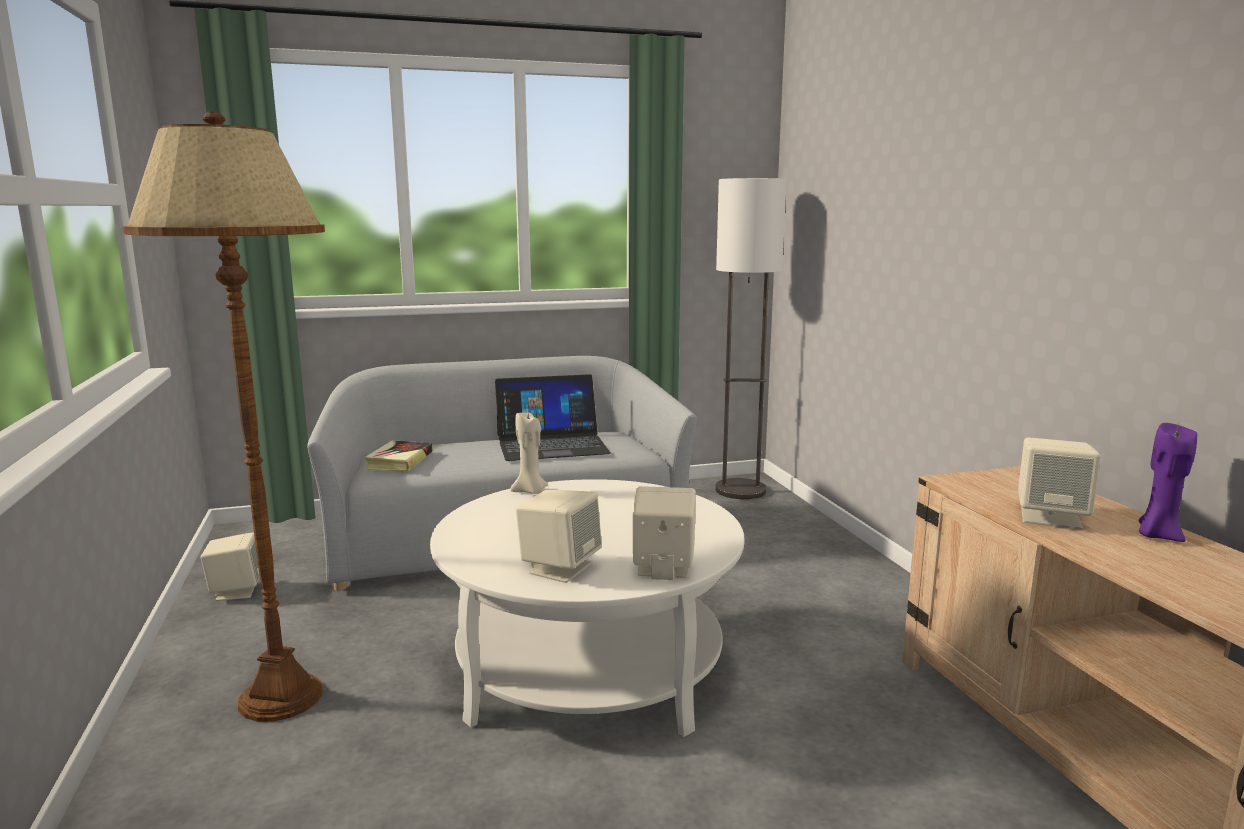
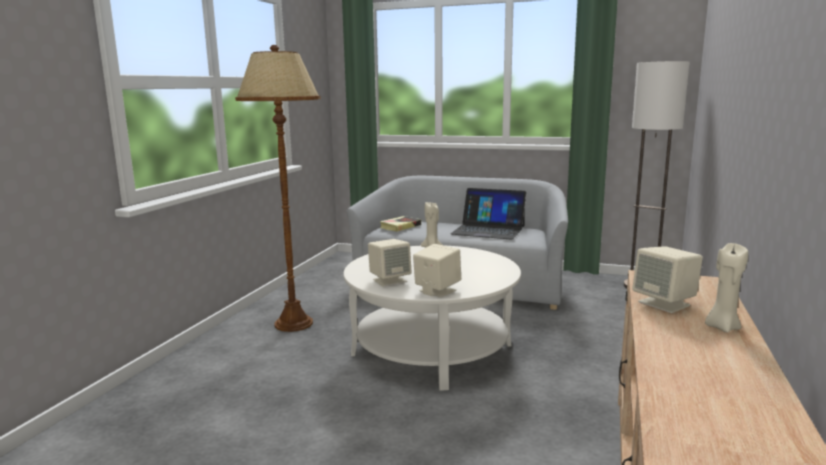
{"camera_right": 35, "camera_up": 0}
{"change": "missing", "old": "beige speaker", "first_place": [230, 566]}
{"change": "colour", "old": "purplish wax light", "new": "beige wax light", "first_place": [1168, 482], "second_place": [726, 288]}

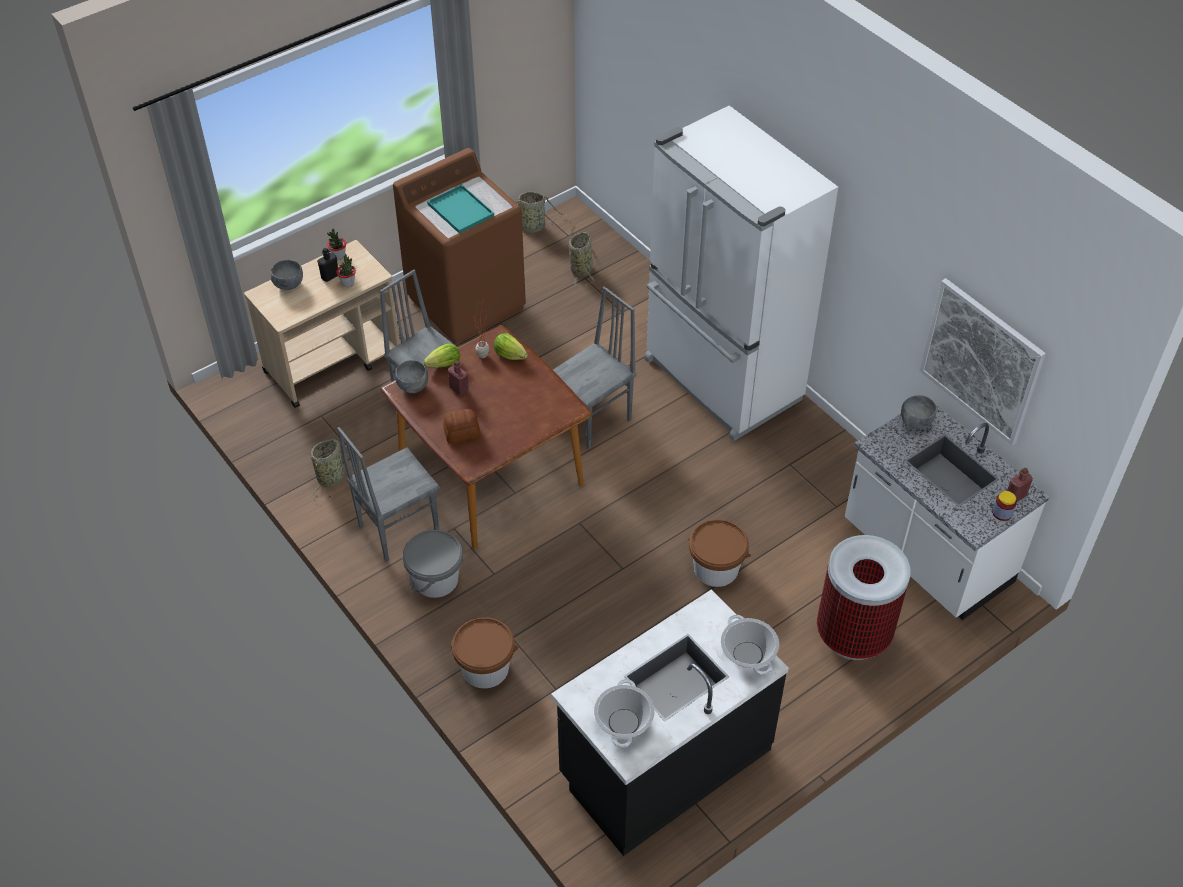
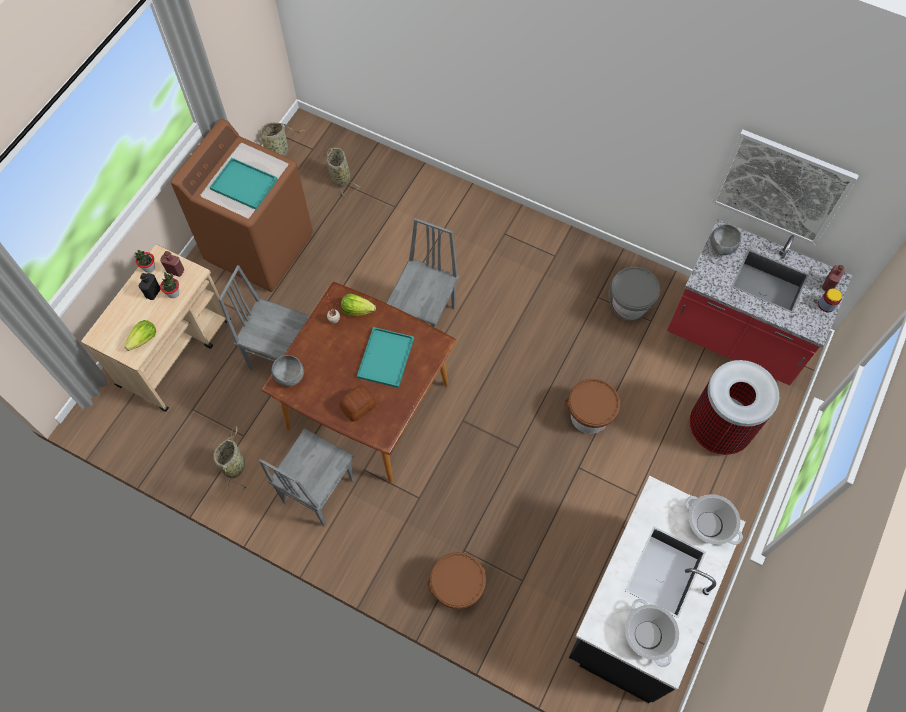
{"camera_right": -25, "camera_up": 15}
{"change": "missing", "old": "gray bowl", "first_place": [286, 275]}
{"change": "missing", "old": "white-coloured refrigerator", "first_place": [741, 274]}
{"change": "appeared", "new": "turquoise-coloured tray", "second_place": [385, 357]}
{"change": "relocated", "old": "gray water bucket", "first_place": [433, 564], "second_place": [634, 294]}
{"change": "relocated", "old": "head of lettuce", "first_place": [441, 356], "second_place": [140, 335]}
{"change": "relocated", "old": "red-coloured beverage bottle", "first_place": [458, 377], "second_place": [172, 264]}
{"change": "colour", "old": "white-coloured kitchen counter", "new": "red-coloured kitchen counter", "first_place": [947, 512], "second_place": [759, 302]}

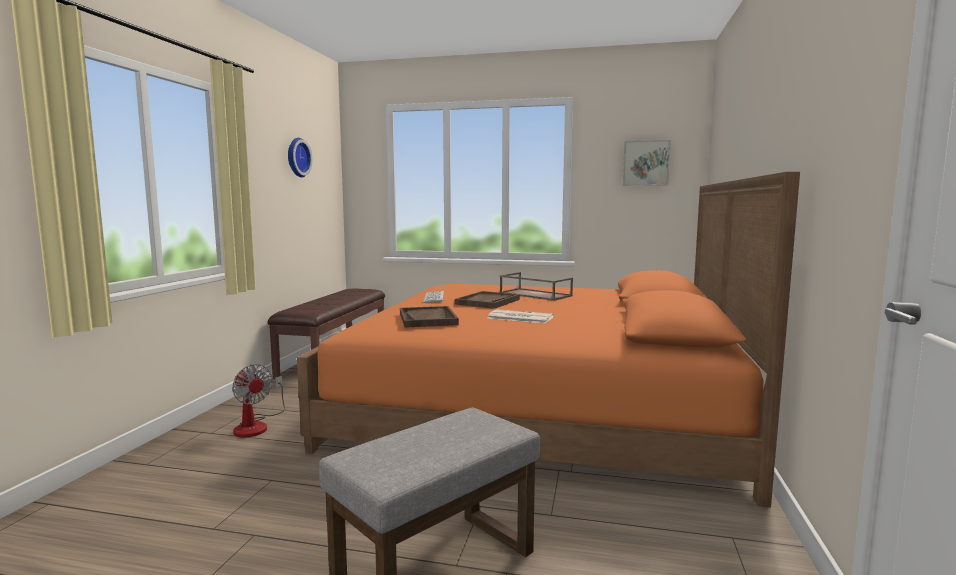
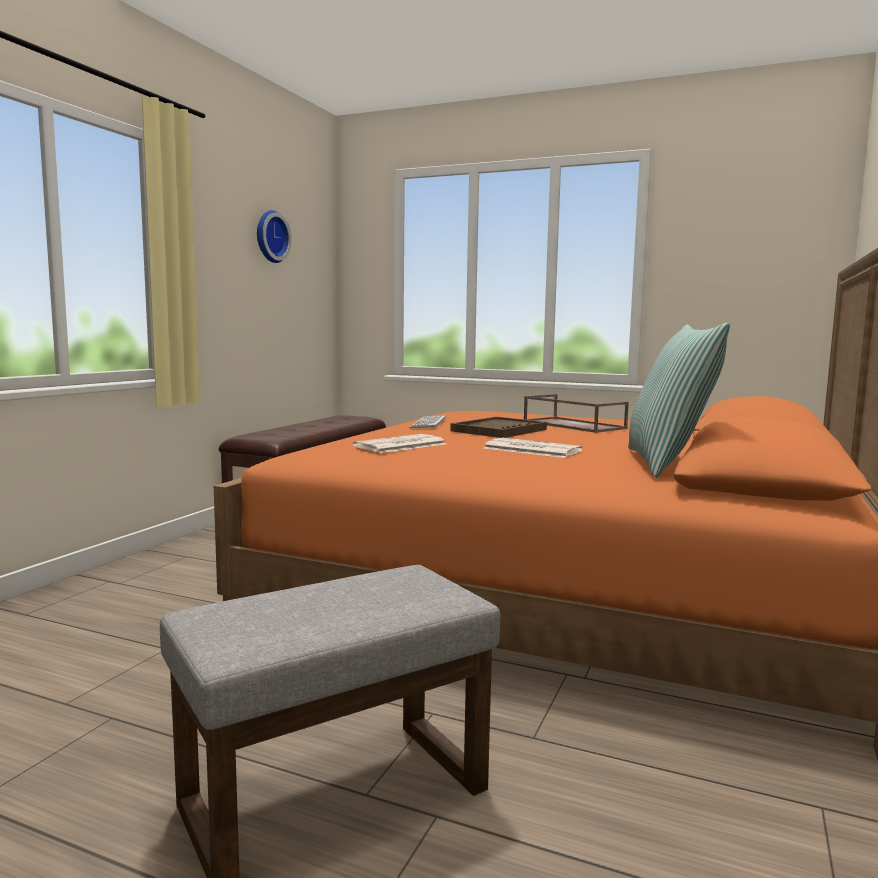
{"camera_right": 10, "camera_up": 0}
{"change": "missing", "old": "fan", "first_place": [258, 400]}
{"change": "missing", "old": "wall picture", "first_place": [647, 163]}
{"change": "appeared", "new": "throw pillow", "second_place": [679, 400]}
{"change": "exchanged", "old": "brown-coloured tray", "new": "printed paper", "first_place": [429, 317], "second_place": [399, 443]}

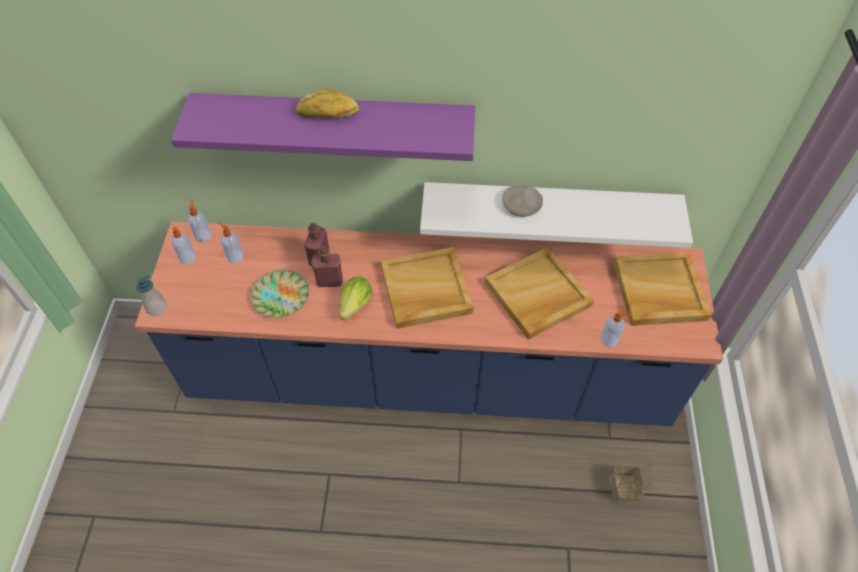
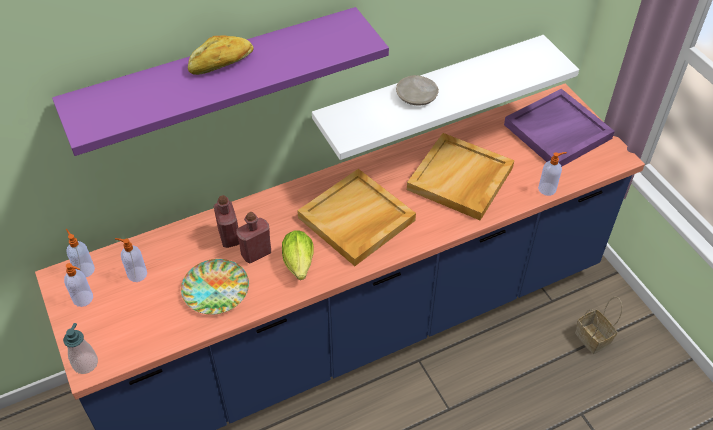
{"camera_right": -30, "camera_up": -5}
{"change": "colour", "old": "beige tray", "new": "purplish tray", "first_place": [663, 289], "second_place": [559, 128]}

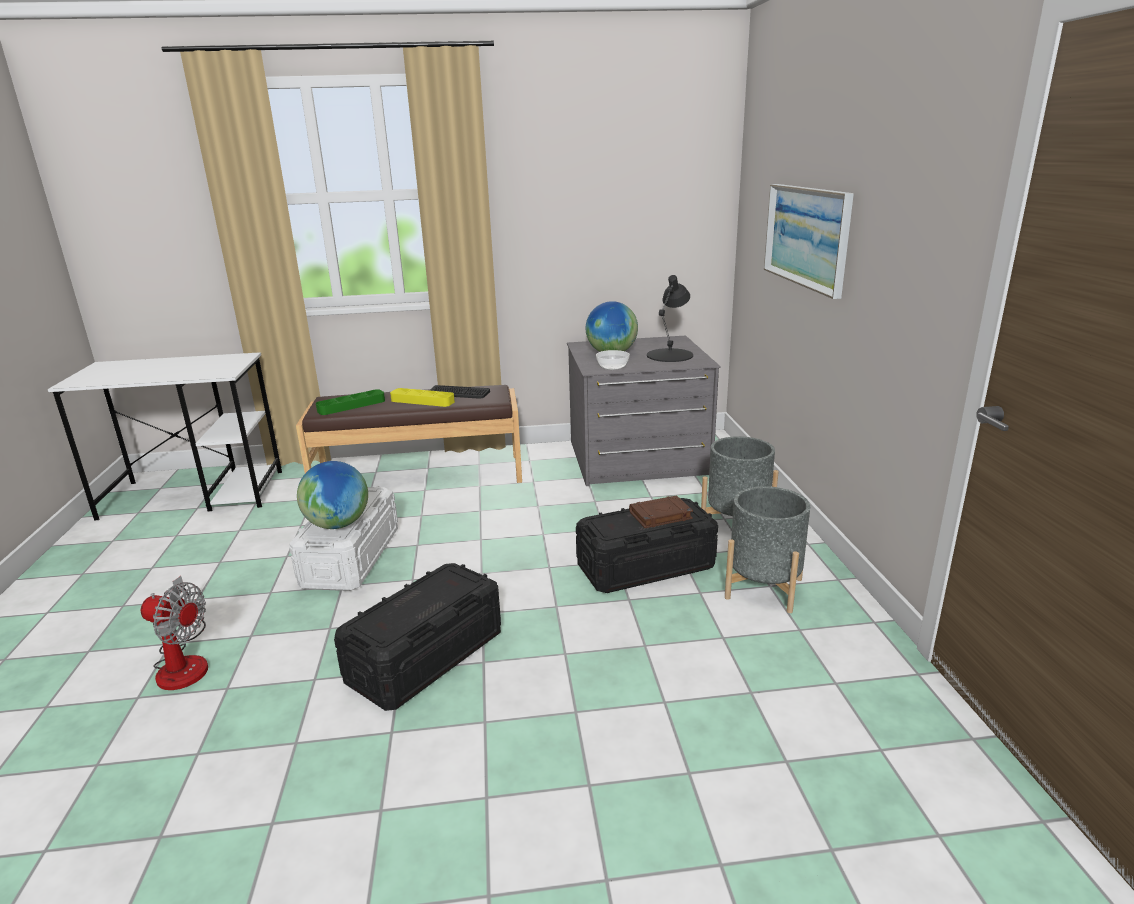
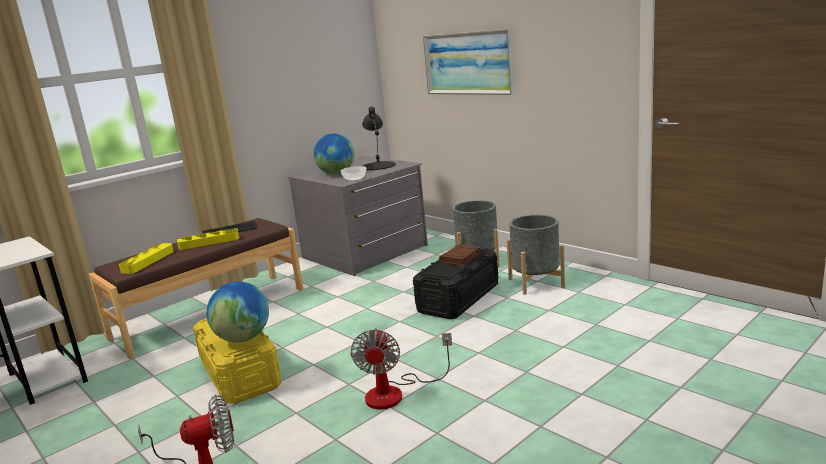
{"camera_right": -35, "camera_up": -5}
{"change": "exchanged", "old": "blackish storage bin", "new": "fan", "first_place": [417, 637], "second_place": [401, 369]}
{"change": "colour", "old": "white-coloured storage bin", "new": "yellowish storage bin", "first_place": [343, 538], "second_place": [237, 361]}
{"change": "colour", "old": "green tray", "new": "yellowish tray", "first_place": [350, 402], "second_place": [146, 258]}

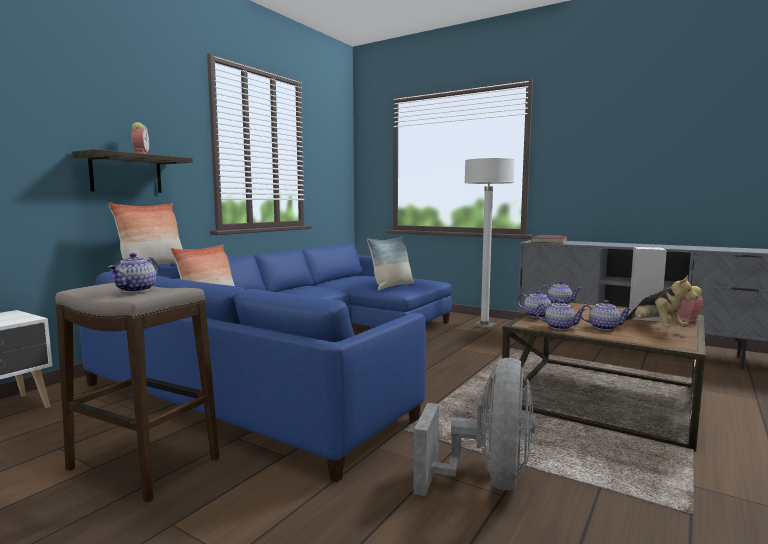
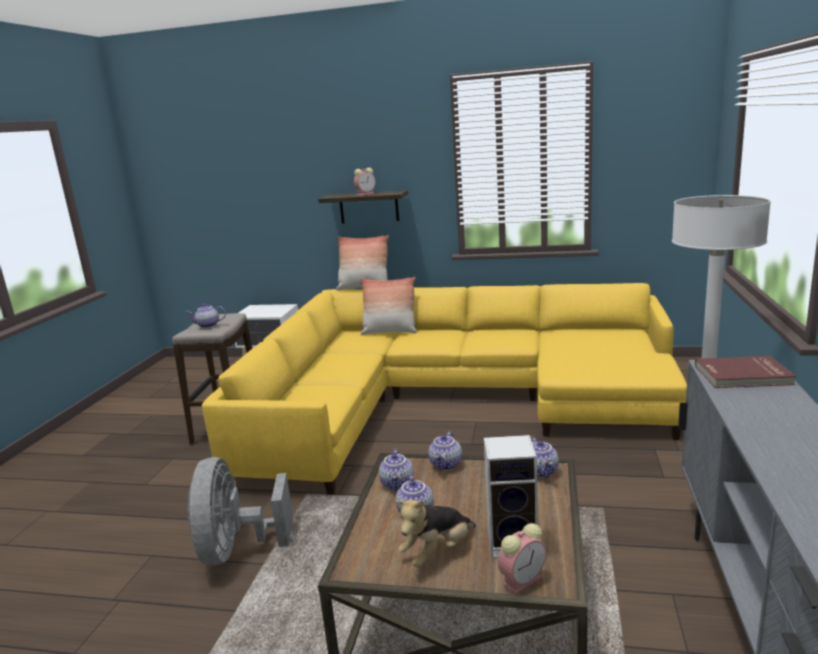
{"camera_right": 70, "camera_up": 10}
{"change": "missing", "old": "throw pillow", "first_place": [390, 263]}
{"change": "colour", "old": "blue sofa", "new": "yellowish sofa", "first_place": [265, 363], "second_place": [444, 389]}
{"change": "spun", "old": "gray fan", "first_place": [474, 427], "second_place": [240, 511], "degrees": 90}

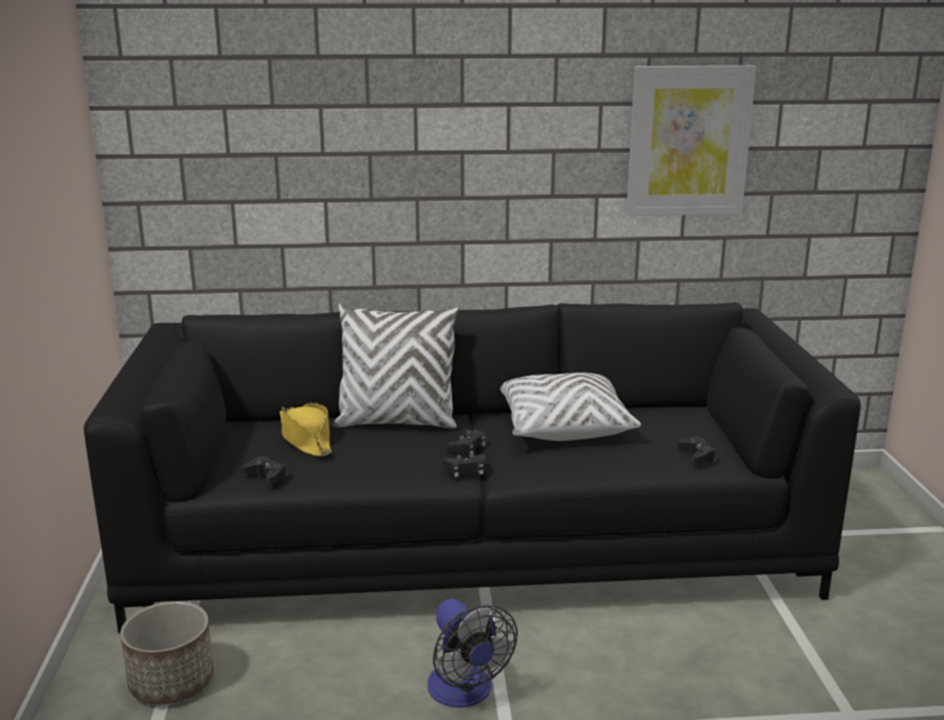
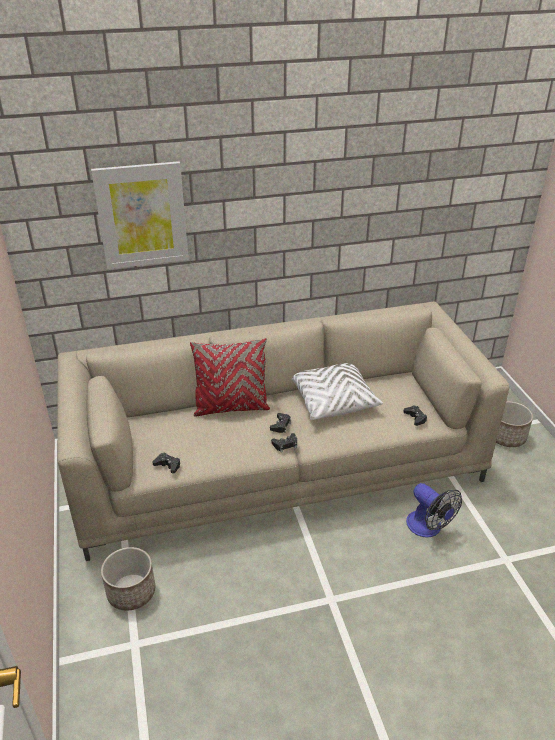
{"camera_right": -10, "camera_up": 15}
{"change": "missing", "old": "yellowish clothing hat", "first_place": [306, 429]}
{"change": "appeared", "new": "plant pot", "second_place": [514, 424]}
{"change": "relocated", "old": "fan", "first_place": [472, 653], "second_place": [434, 510]}
{"change": "relocated", "old": "wall picture", "first_place": [691, 140], "second_place": [140, 215]}
{"change": "colour", "old": "blackish sofa", "new": "beige sofa", "first_place": [472, 467], "second_place": [283, 431]}
{"change": "colour", "old": "white-coloured throw pillow", "new": "red-coloured throw pillow", "first_place": [396, 366], "second_place": [230, 377]}

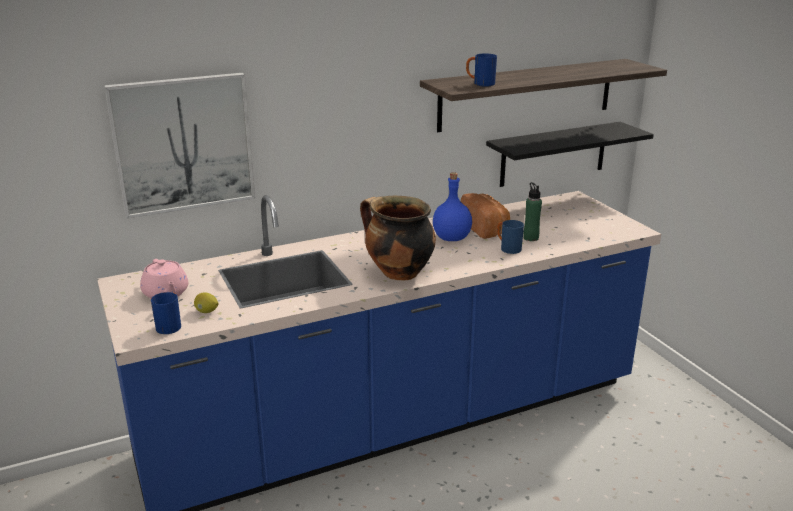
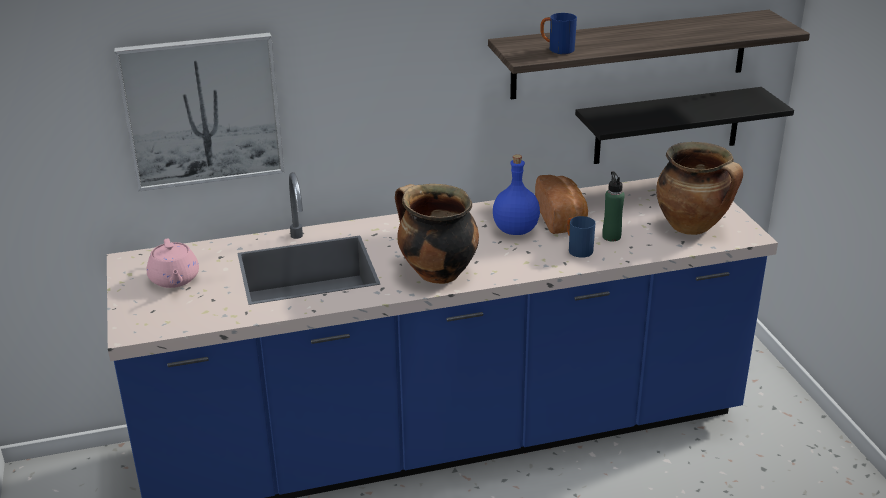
{"camera_right": 10, "camera_up": 5}
{"change": "missing", "old": "blue coffee mug", "first_place": [166, 313]}
{"change": "missing", "old": "citrus fruit", "first_place": [206, 302]}
{"change": "appeared", "new": "cooking pot", "second_place": [699, 188]}

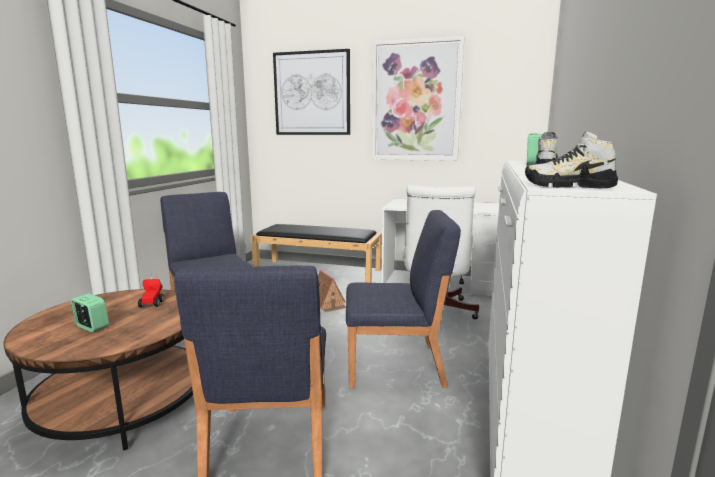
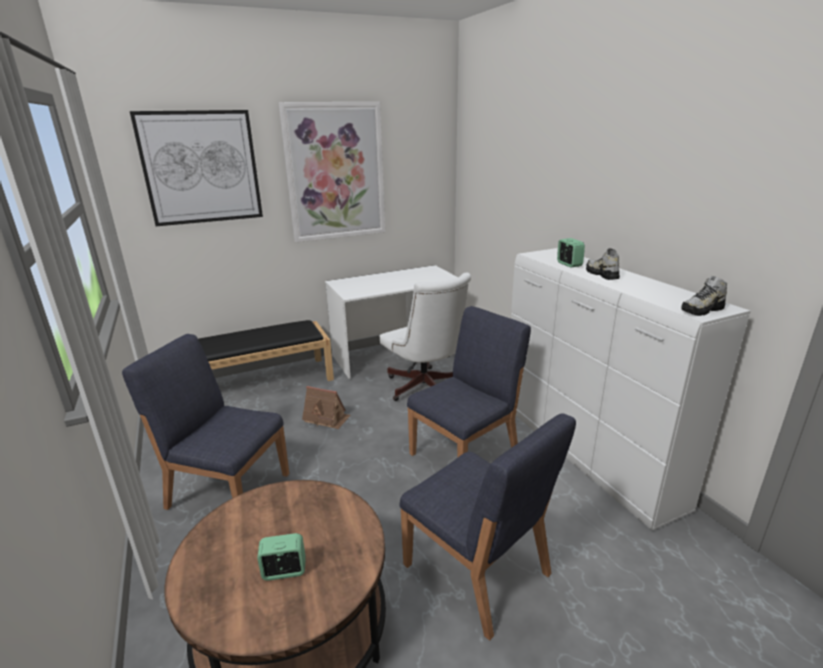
{"camera_right": -40, "camera_up": 10}
{"change": "missing", "old": "toy car", "first_place": [151, 290]}

